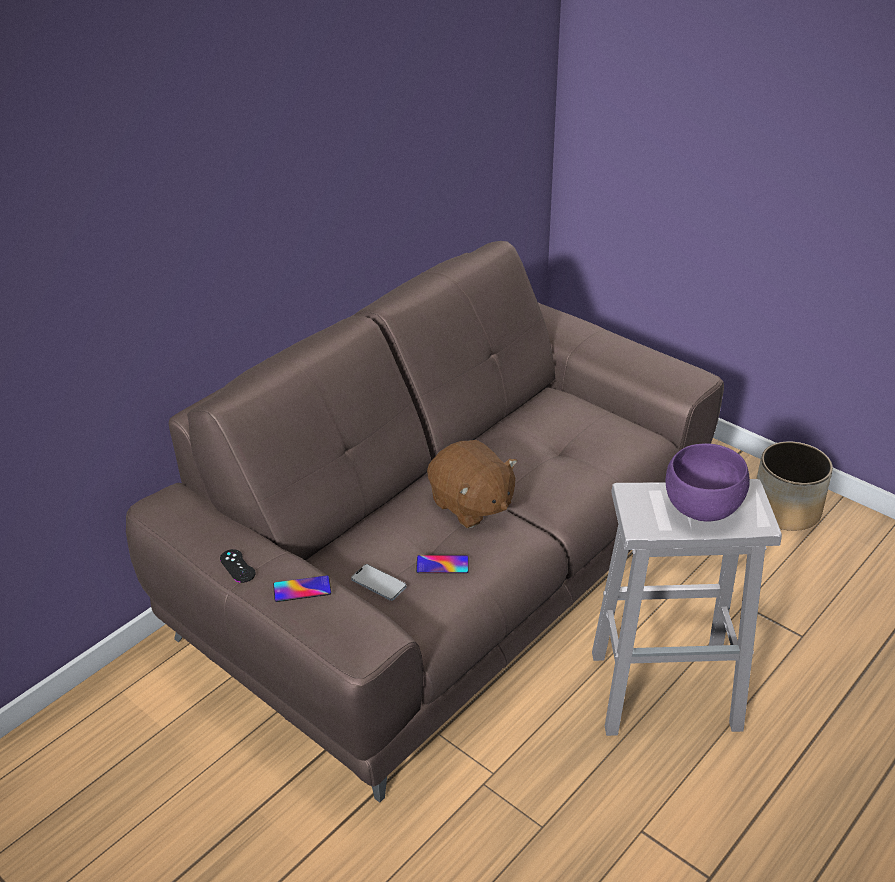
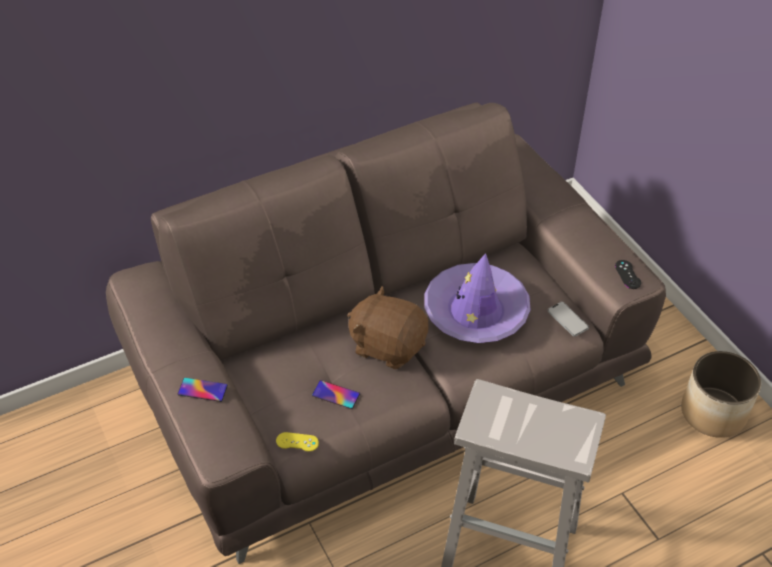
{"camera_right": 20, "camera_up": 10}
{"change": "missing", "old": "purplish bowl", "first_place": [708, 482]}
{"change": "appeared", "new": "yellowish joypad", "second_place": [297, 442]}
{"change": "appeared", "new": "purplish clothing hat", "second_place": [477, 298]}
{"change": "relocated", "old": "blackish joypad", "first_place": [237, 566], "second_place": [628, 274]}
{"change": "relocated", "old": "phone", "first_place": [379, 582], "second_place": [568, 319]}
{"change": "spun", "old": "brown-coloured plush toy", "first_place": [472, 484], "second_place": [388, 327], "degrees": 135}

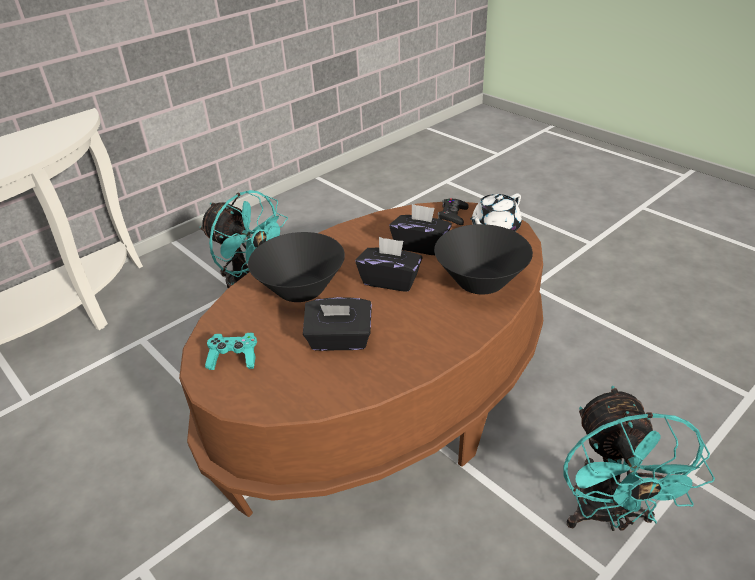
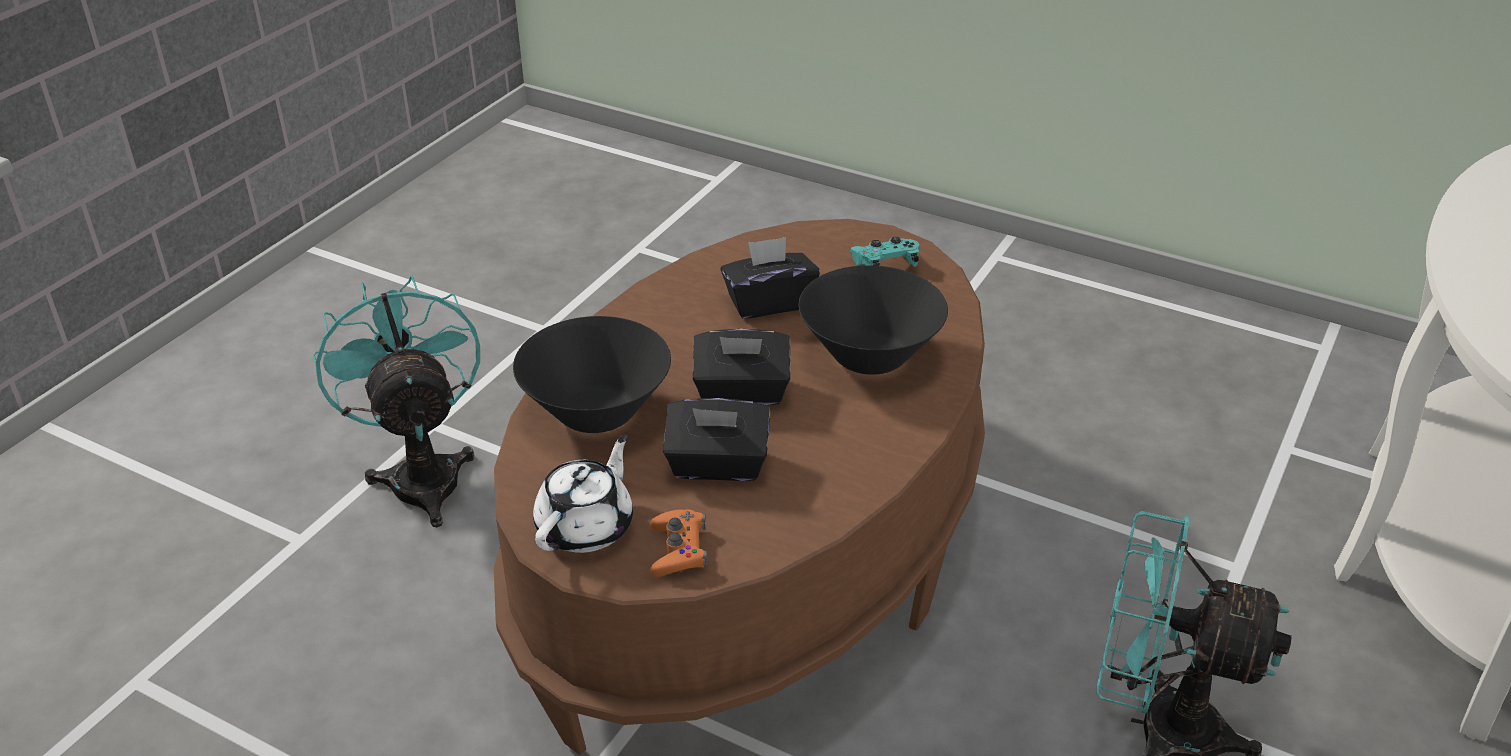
{"camera_right": 160, "camera_up": 0}
{"change": "colour", "old": "blackish joypad", "new": "orangey joypad", "first_place": [453, 211], "second_place": [678, 543]}

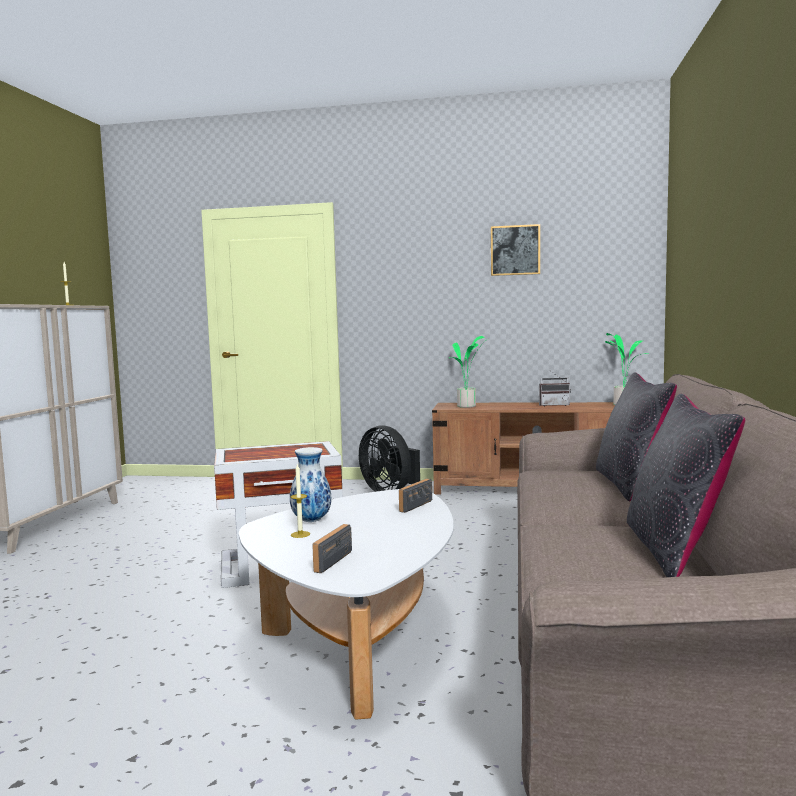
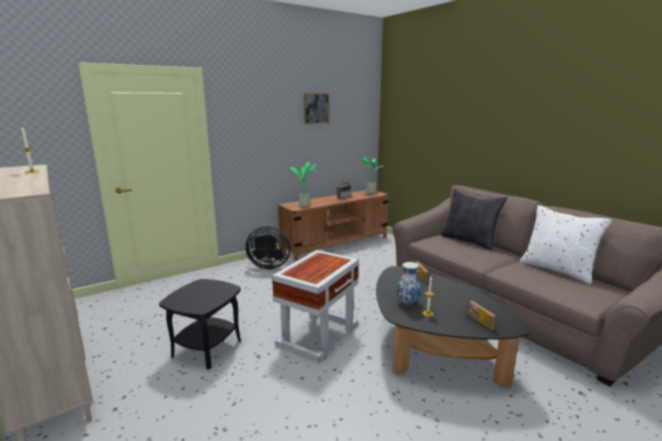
{"camera_right": -45, "camera_up": 10}
{"change": "appeared", "new": "blackish side table", "second_place": [200, 324]}
{"change": "colour", "old": "white-coloured lounge table", "new": "blackish lounge table", "first_place": [346, 604], "second_place": [453, 327]}
{"change": "colour", "old": "blackish throw pillow", "new": "white-coloured throw pillow", "first_place": [686, 485], "second_place": [566, 244]}

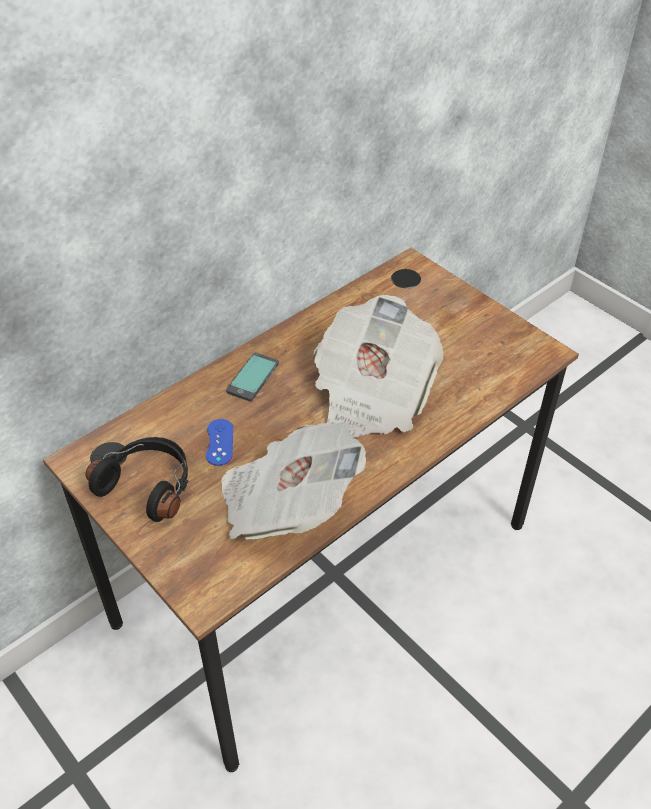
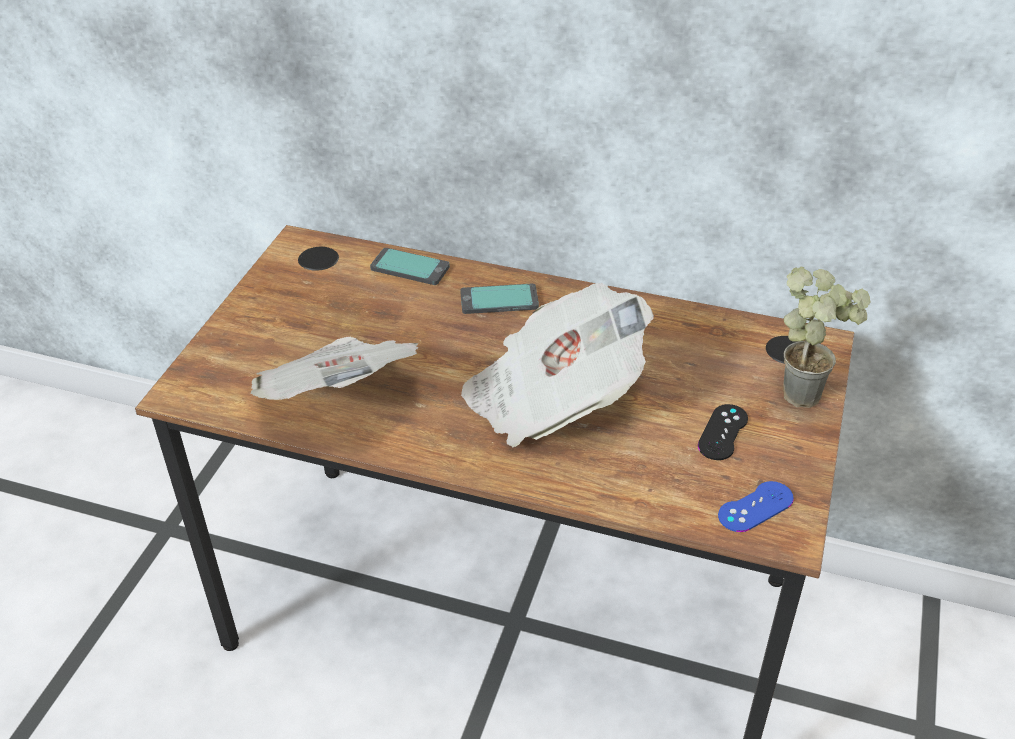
{"camera_right": 60, "camera_up": -5}
{"change": "missing", "old": "blackish headphones", "first_place": [137, 479]}
{"change": "appeared", "new": "phone", "second_place": [410, 266]}
{"change": "appeared", "new": "blackish joypad", "second_place": [723, 432]}
{"change": "appeared", "new": "houseplant", "second_place": [826, 337]}
{"change": "relocated", "old": "blue joypad", "first_place": [219, 442], "second_place": [756, 506]}

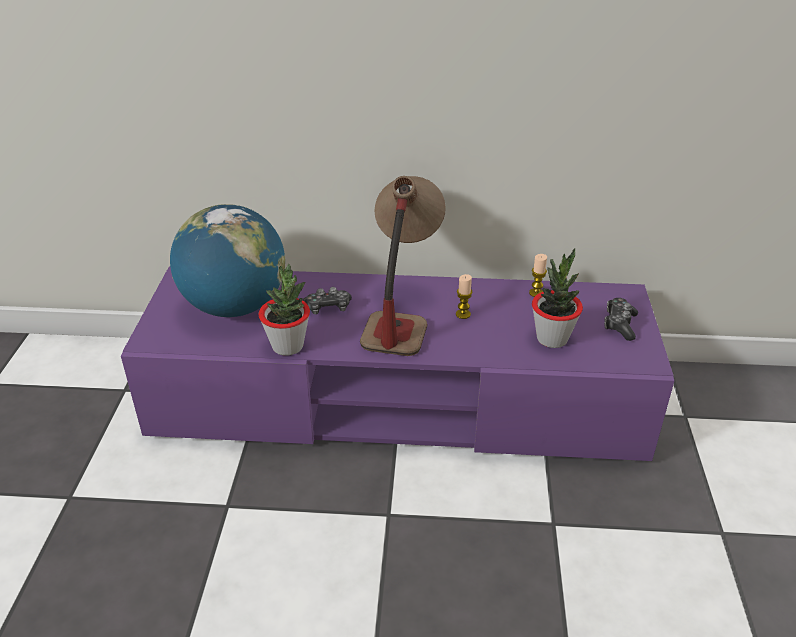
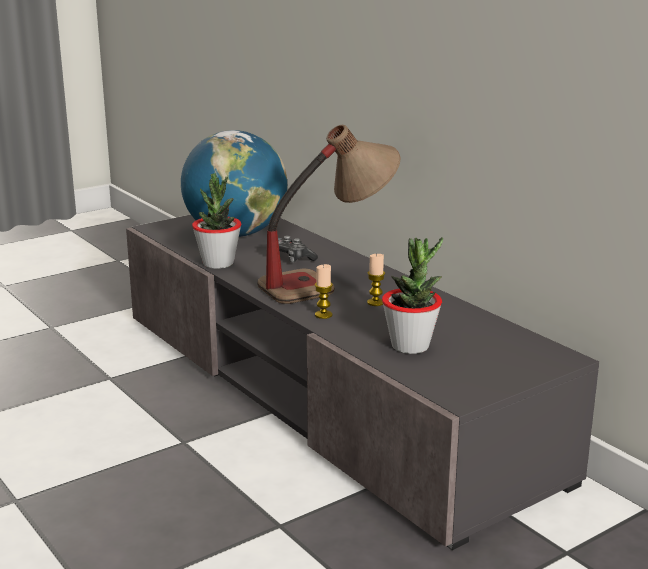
{"camera_right": 50, "camera_up": -15}
{"change": "missing", "old": "joypad", "first_place": [621, 319]}
{"change": "relocated", "old": "wax light", "first_place": [538, 275], "second_place": [324, 291]}
{"change": "colour", "old": "purplish media console", "new": "gray media console", "first_place": [397, 363], "second_place": [362, 382]}

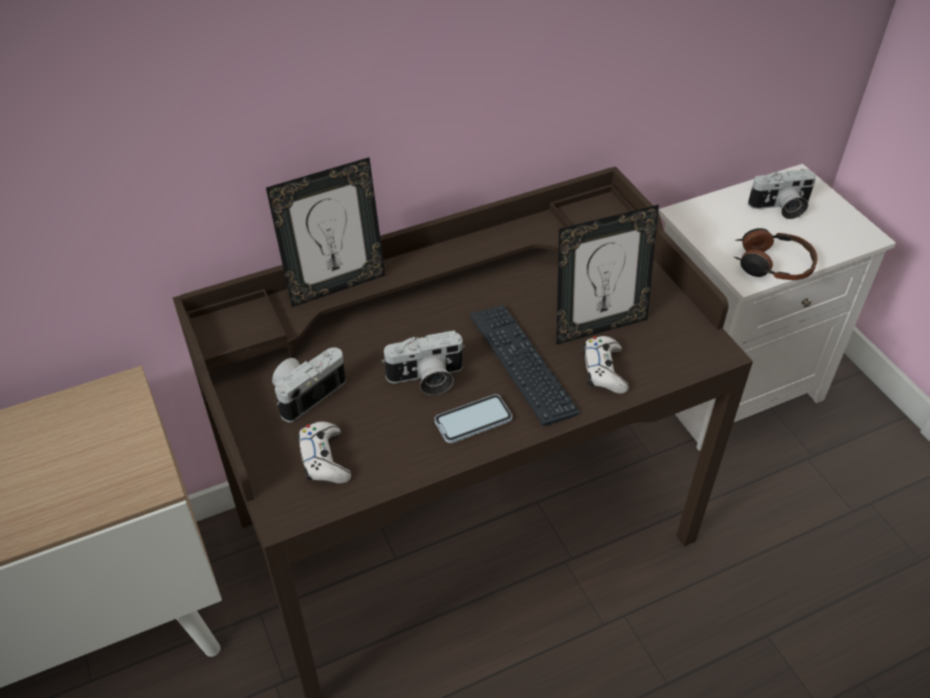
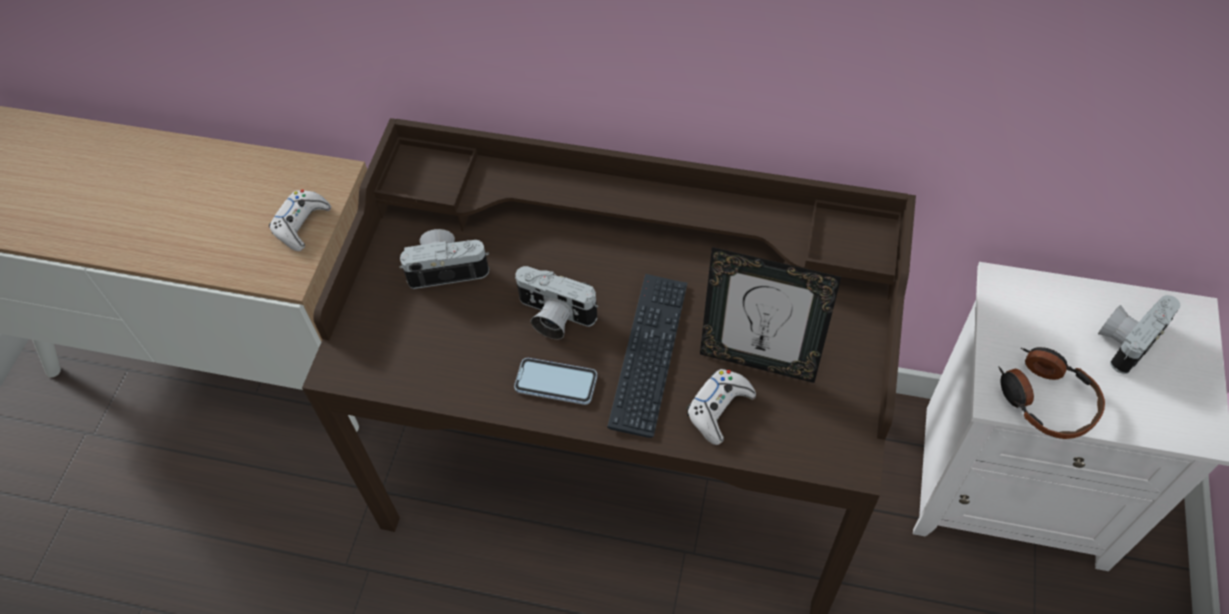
{"camera_right": 40, "camera_up": 10}
{"change": "missing", "old": "standing frame", "first_place": [325, 232]}
{"change": "relocated", "old": "white-coloured joypad", "first_place": [324, 452], "second_place": [300, 220]}
{"change": "spun", "old": "still camera", "first_place": [782, 194], "second_place": [1139, 334], "degrees": 105}

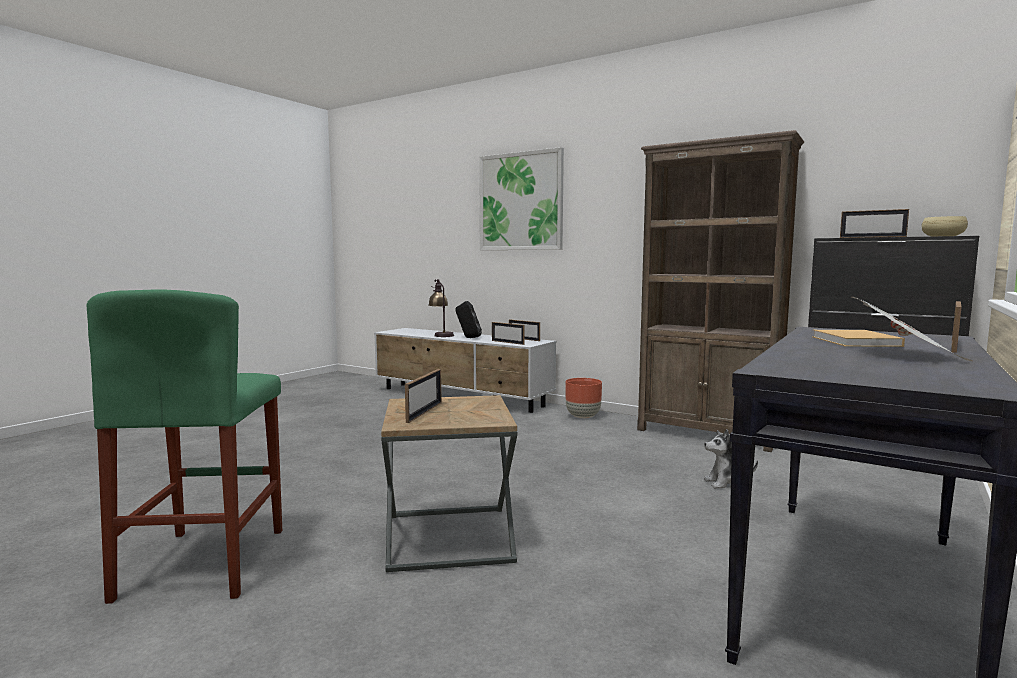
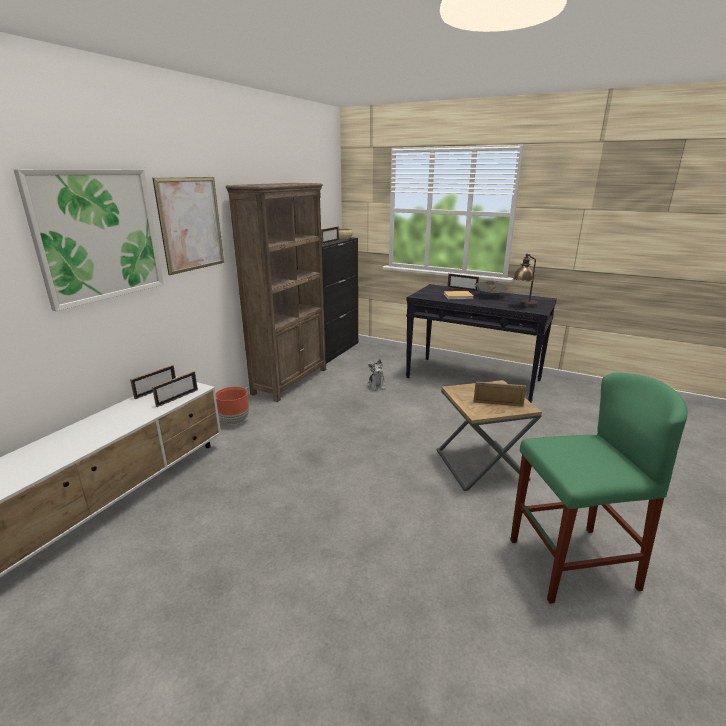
{"camera_right": -95, "camera_up": 15}
{"change": "missing", "old": "blackish speaker", "first_place": [469, 319]}
{"change": "appeared", "new": "wall picture", "second_place": [188, 226]}
{"change": "relocated", "old": "lamp for a table", "first_place": [441, 308], "second_place": [526, 280]}

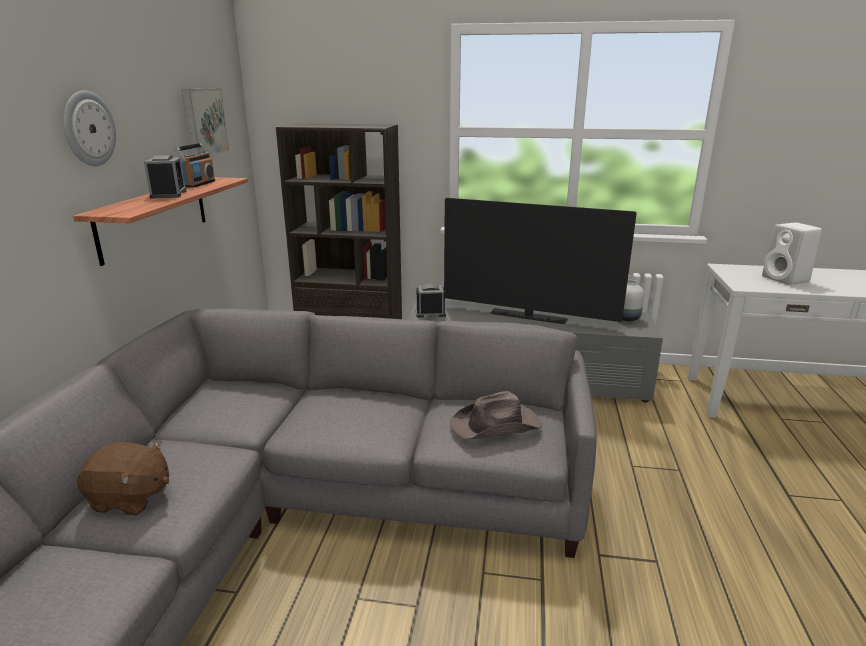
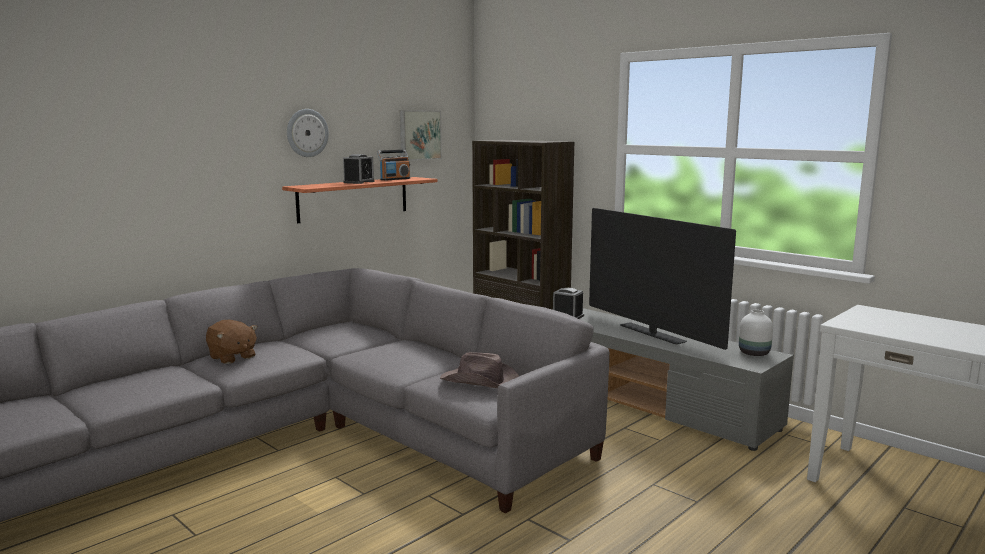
{"camera_right": 35, "camera_up": -10}
{"change": "missing", "old": "white-coloured speaker", "first_place": [792, 253]}

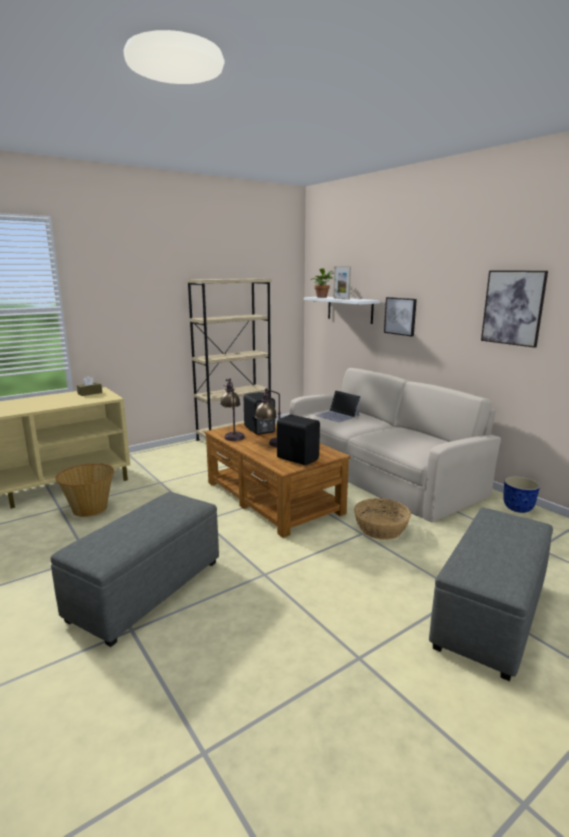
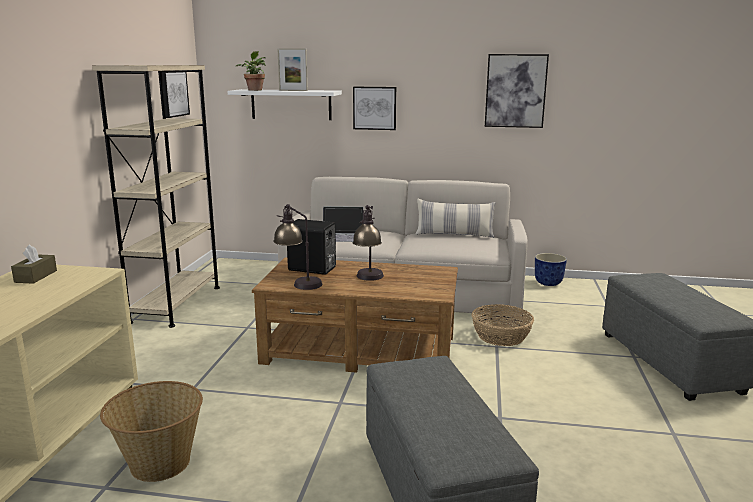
{"camera_right": -45, "camera_up": 0}
{"change": "missing", "old": "blackish speaker", "first_place": [298, 440]}
{"change": "appeared", "new": "wall picture", "second_place": [176, 95]}
{"change": "appeared", "new": "throw pillow", "second_place": [455, 218]}

